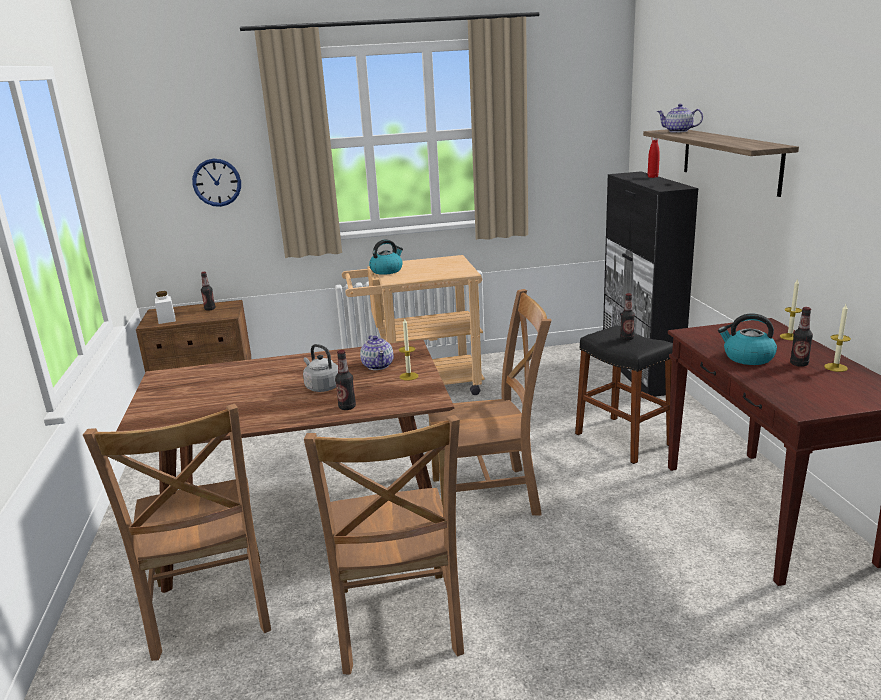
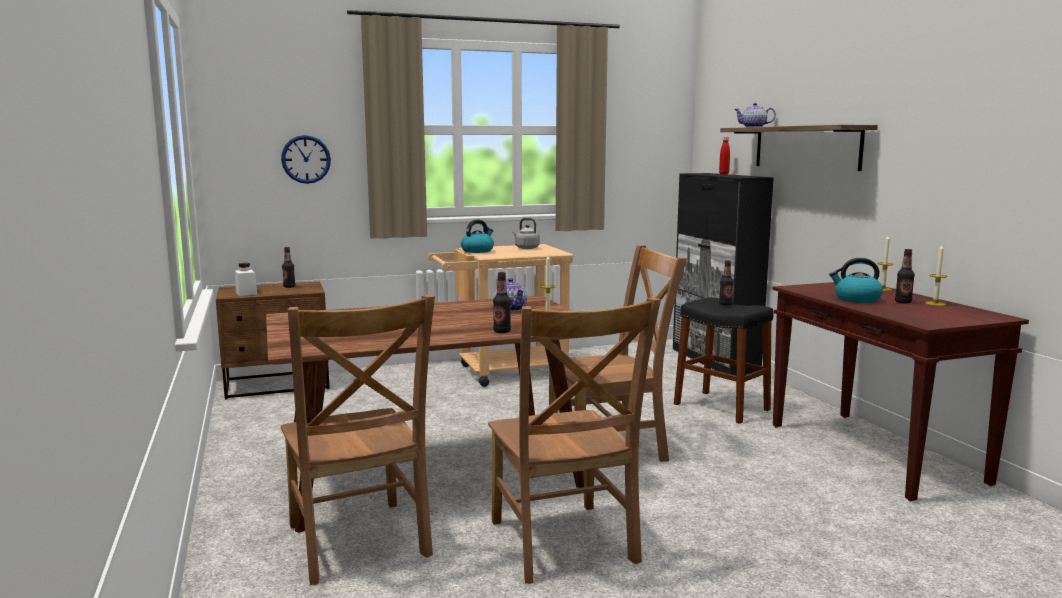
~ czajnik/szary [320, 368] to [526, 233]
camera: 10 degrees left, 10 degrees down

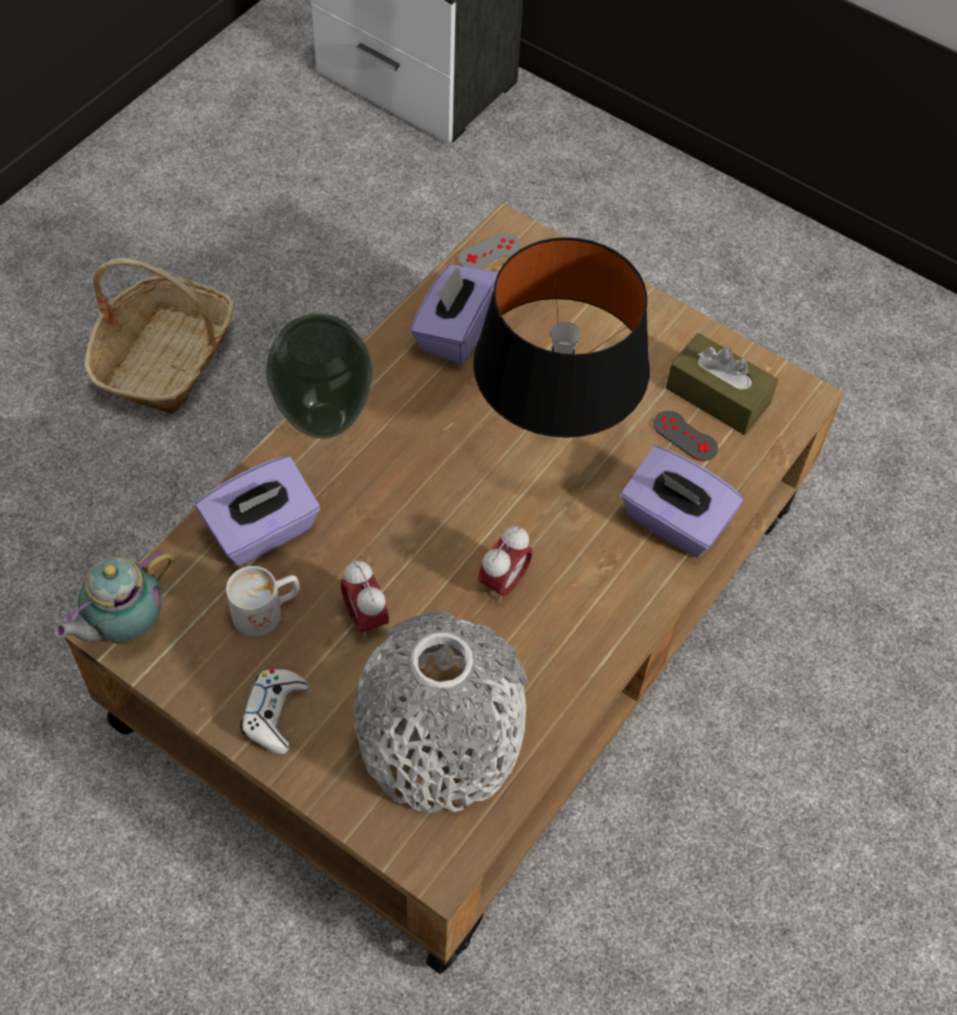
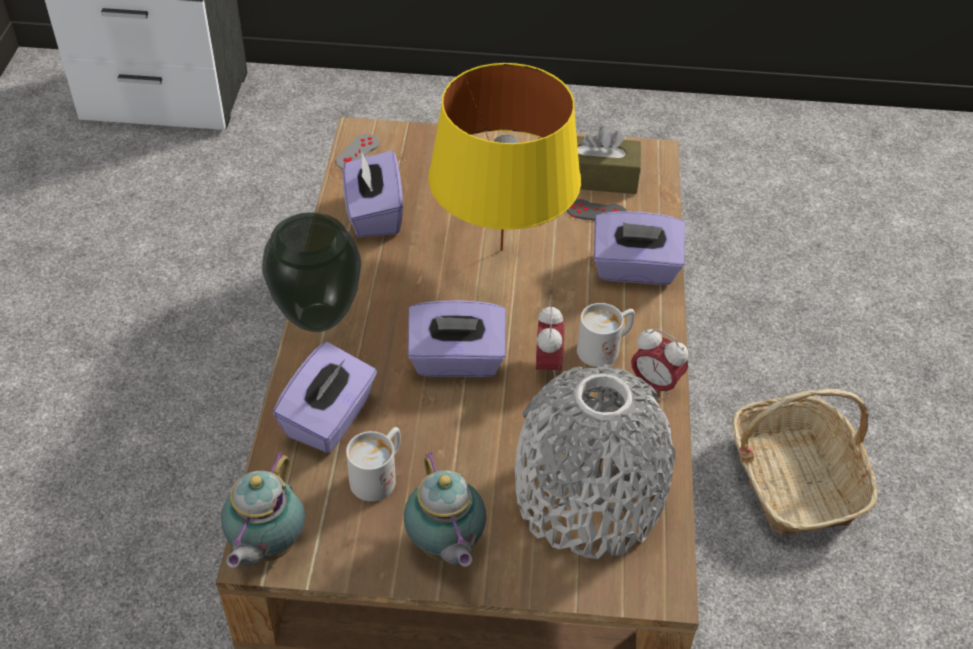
+ pudełko chusteczek/fioletowy [457, 338]
+ kubek/biały [606, 335]
~ koszyk [159, 336] to [804, 462]
~ budzik [365, 600] to [659, 363]
~ pad do gier/biały [274, 711] to imbryk [445, 509]
~ lampa stołowa/czarny [561, 337] to lampa stołowa/żółty [504, 157]
camera: 30 degrees left, 10 degrees down

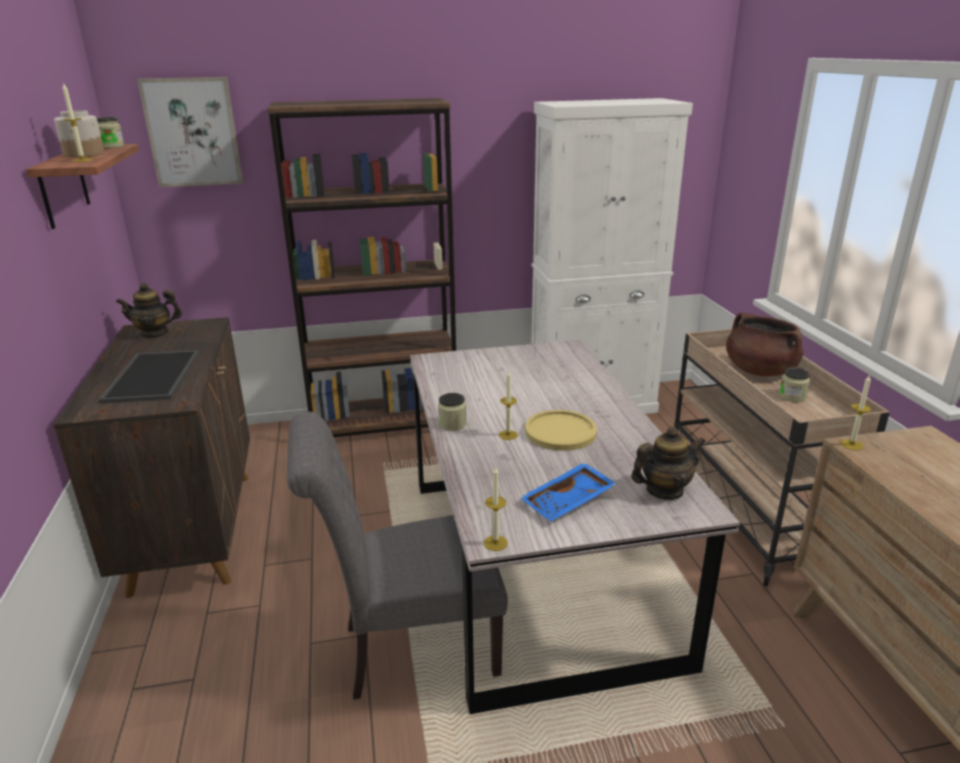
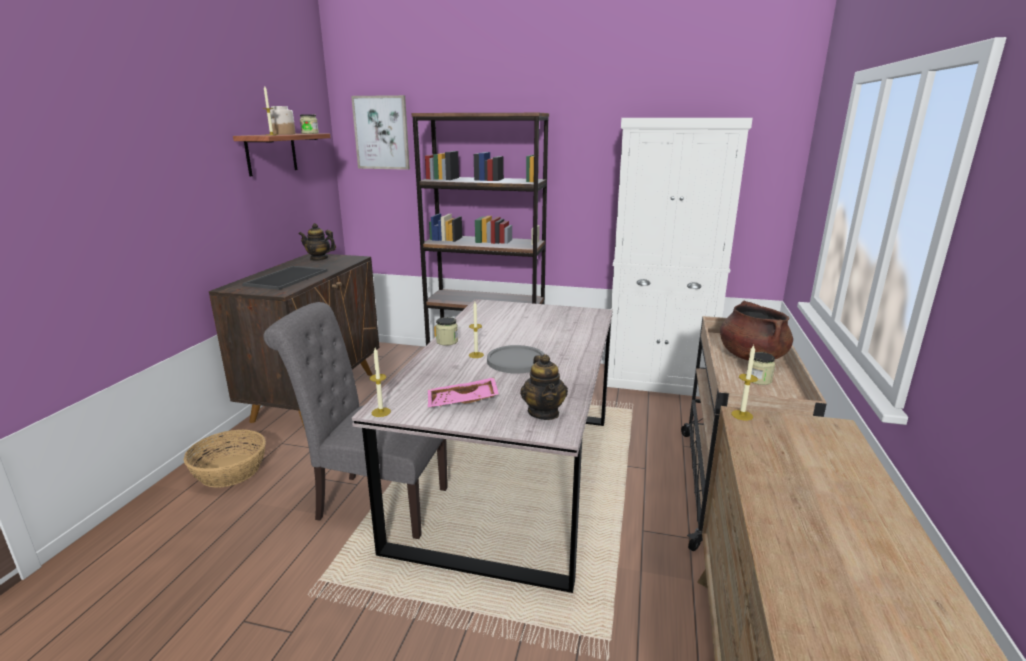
+ koszyk [225, 459]
~ taca/niebieski [568, 492] to taca/różowy [463, 392]
~ talerz/żółty [561, 430] to talerz/szary [515, 359]
~ imbryk [668, 463] = [544, 387] 75 degrees clockwise
camera: 25 degrees right, 5 degrees down

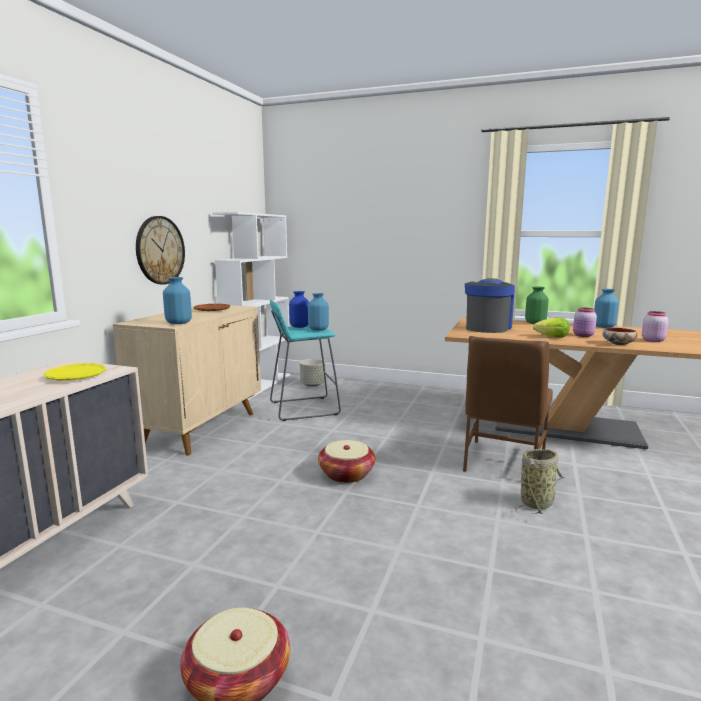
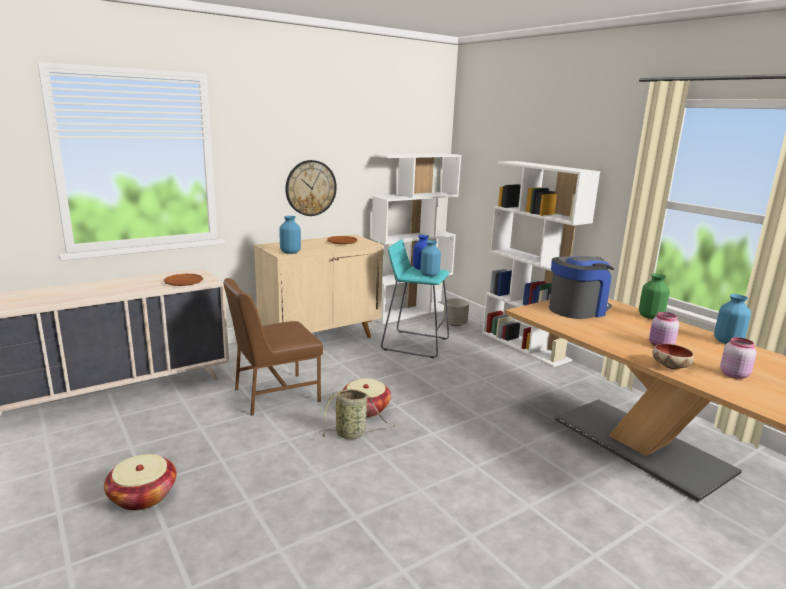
- sałata [551, 328]
+ regał/biały [541, 264]
~ krzesło/brązowy [508, 404] to [273, 347]
~ koszyk [539, 481] to [357, 414]
~ talerz/żółty [75, 372] to talerz/brązowy [183, 280]
camera: 35 degrees right, 5 degrees up

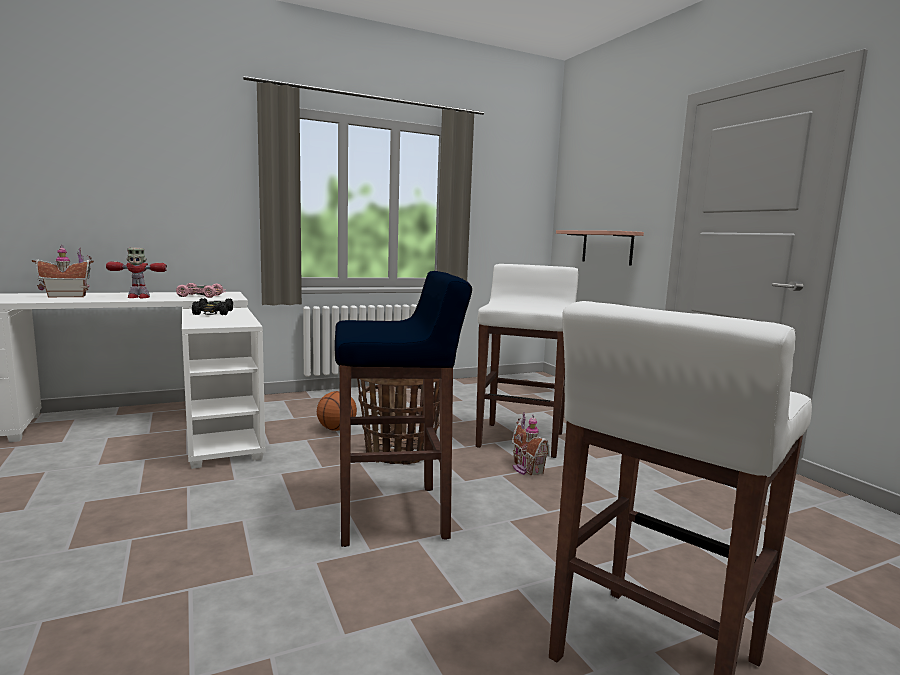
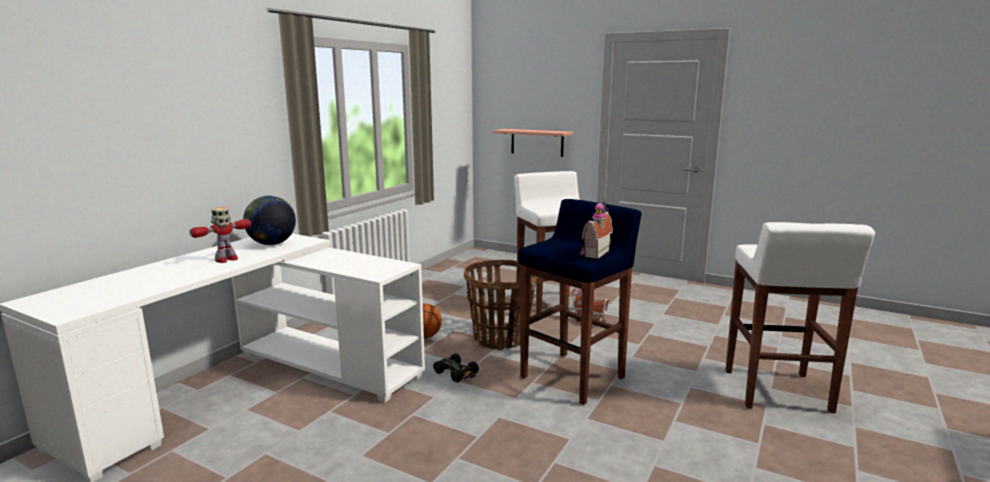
~ domek [63, 271] to [596, 229]
~ samochodzik/czarny [212, 306] to [456, 367]
~ samochodzik/różowy [201, 290] to globus [269, 220]
camera: 35 degrees left, 5 degrees up

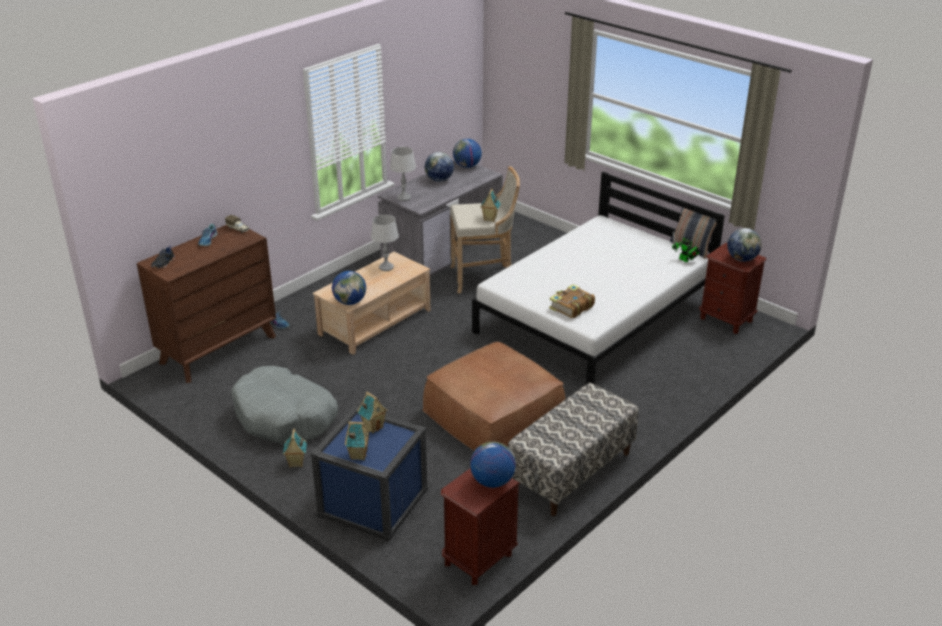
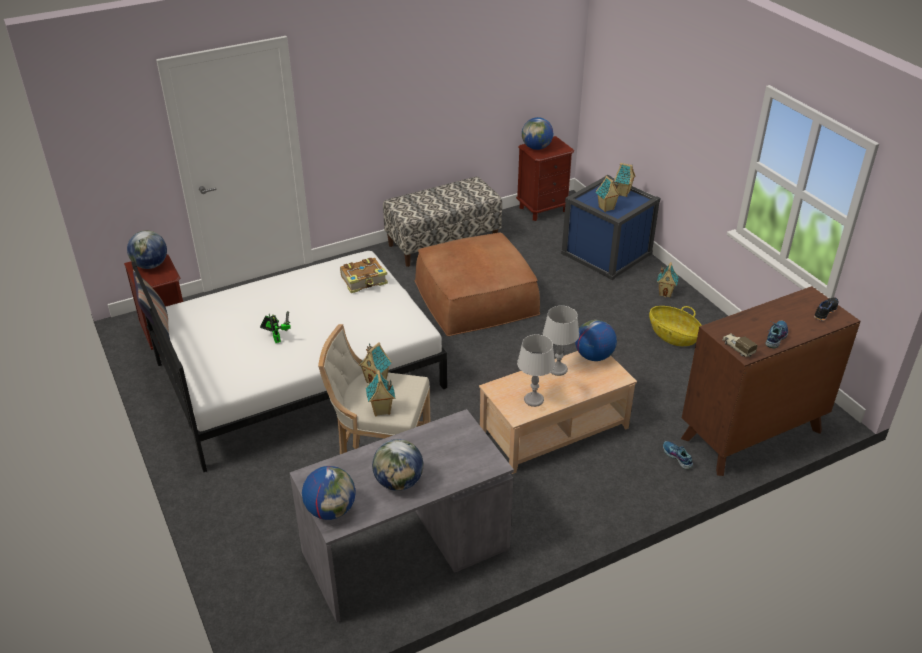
+ domek [380, 392]
~ lampa stołowa/szary [403, 174] to [561, 341]
~ robot zabawkowy [686, 246] to [275, 327]
~ legowisko/szary [284, 405] to koszyk [675, 326]
camera: 160 degrees left, 5 degrees up

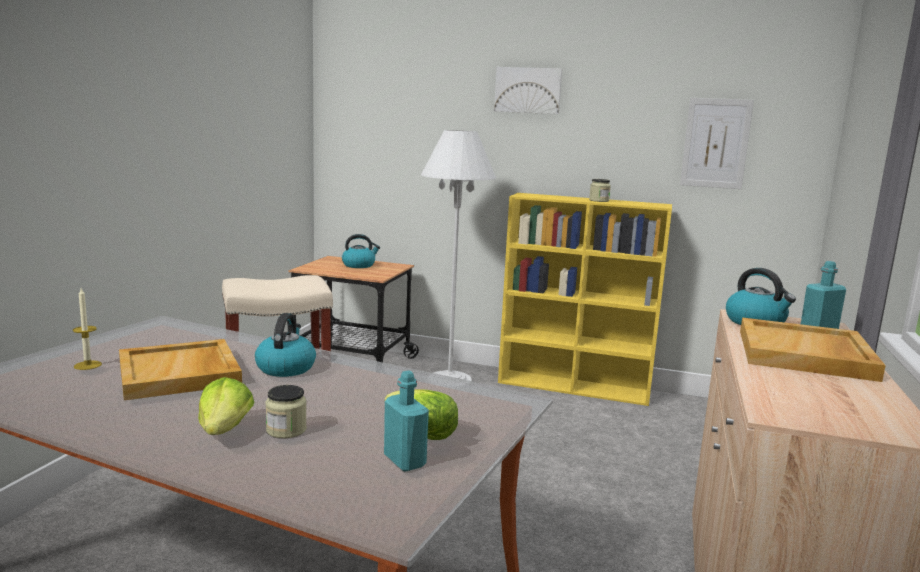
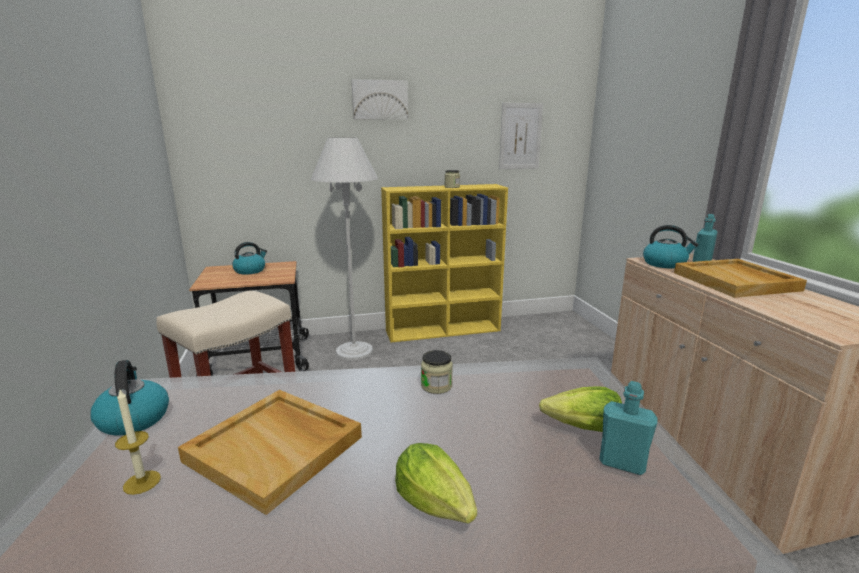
~ czajnik [285, 345] to [130, 398]
~ słoik [286, 411] to [437, 372]
camera: 30 degrees left, 5 degrees up

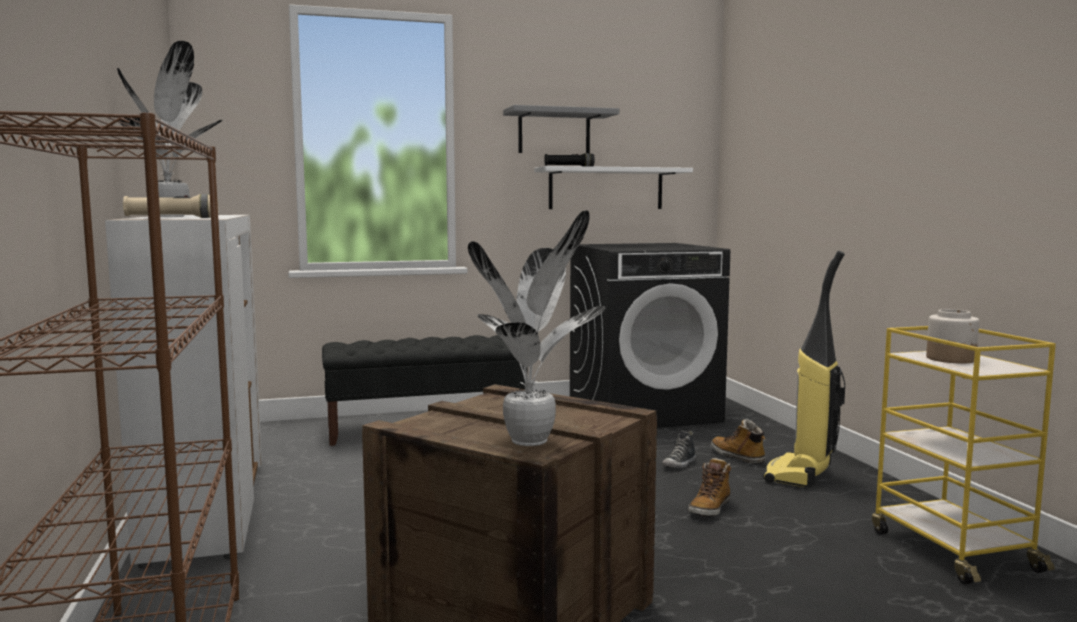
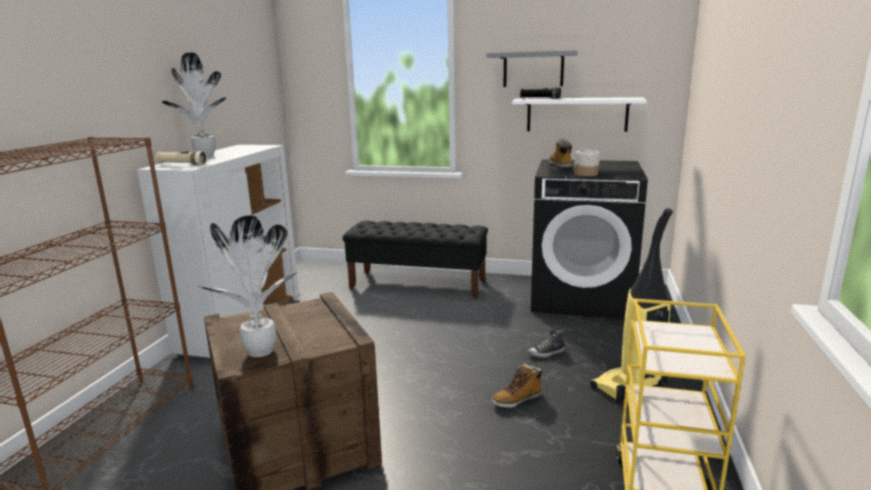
~ but z cholewką [738, 441] to [560, 153]
~ słoik [952, 336] to [587, 161]
camera: 30 degrees right, 10 degrees up

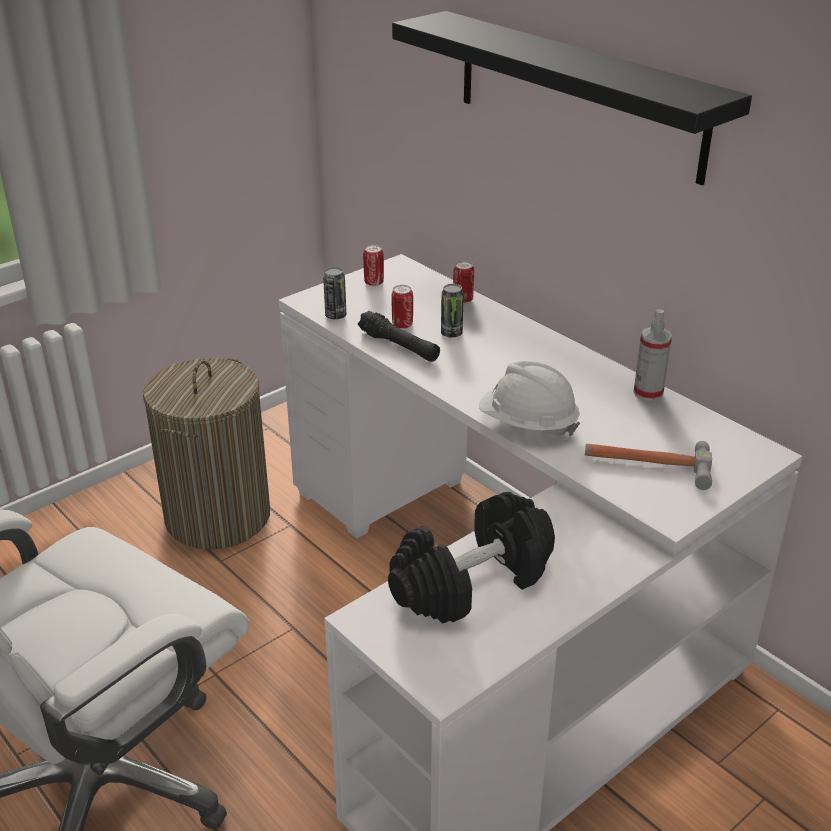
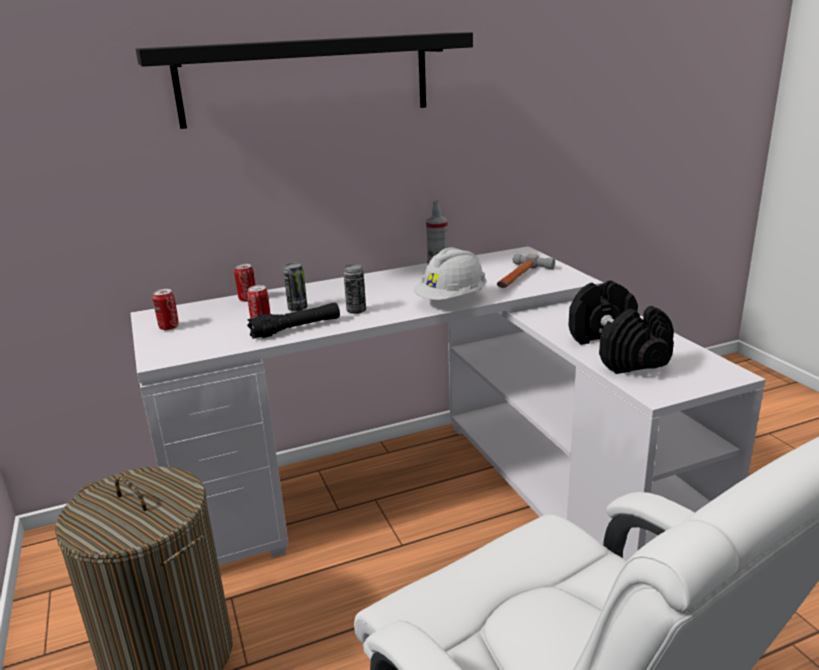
~ puszka [334, 293] to [355, 289]
camera: 70 degrees left, 10 degrees down

